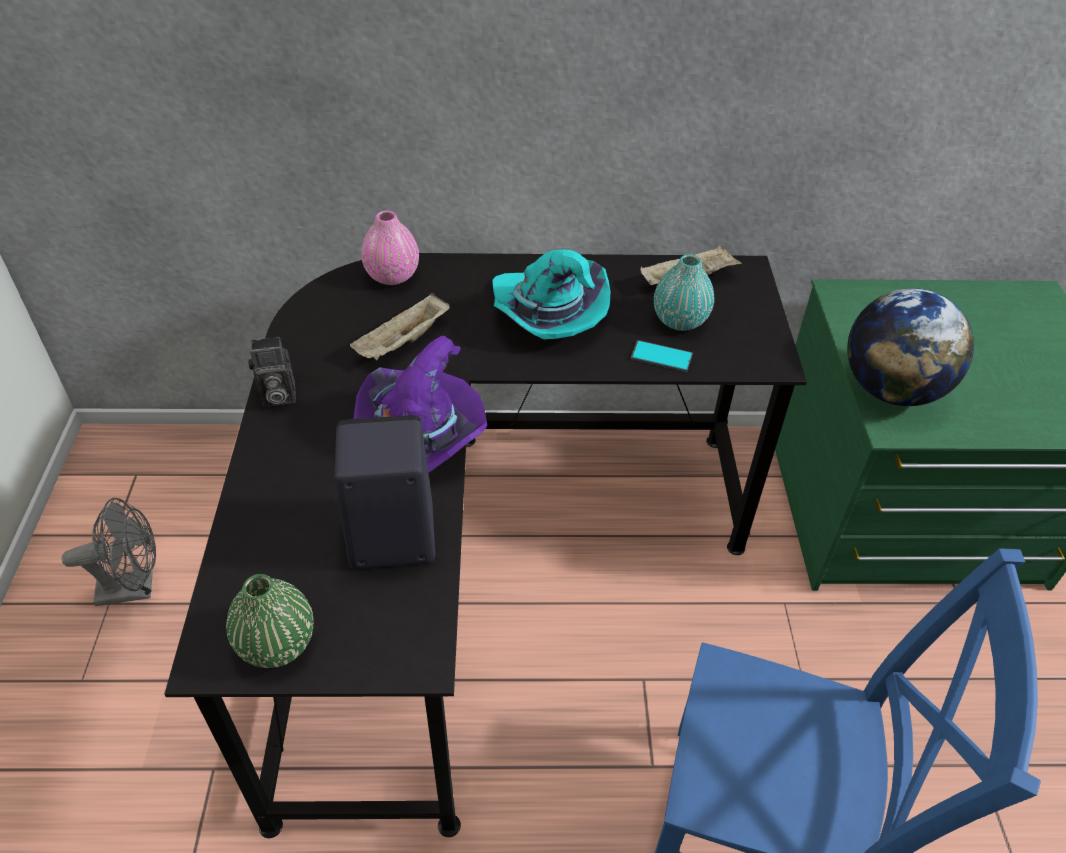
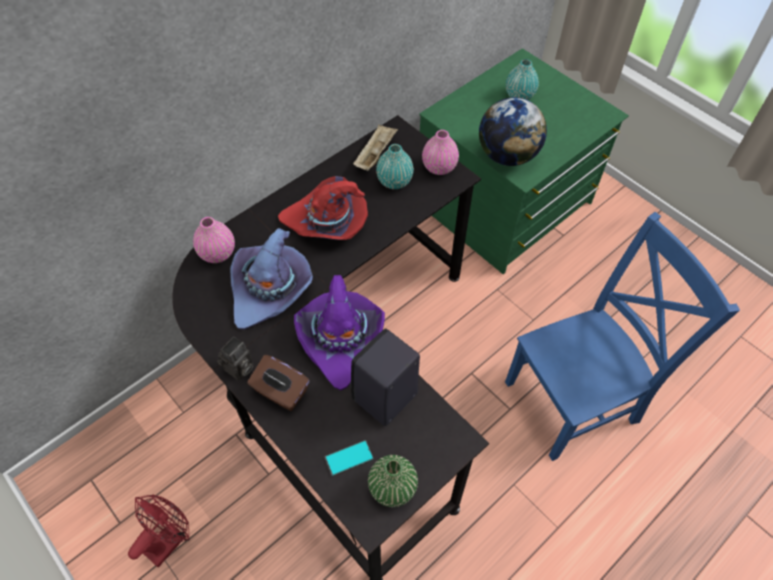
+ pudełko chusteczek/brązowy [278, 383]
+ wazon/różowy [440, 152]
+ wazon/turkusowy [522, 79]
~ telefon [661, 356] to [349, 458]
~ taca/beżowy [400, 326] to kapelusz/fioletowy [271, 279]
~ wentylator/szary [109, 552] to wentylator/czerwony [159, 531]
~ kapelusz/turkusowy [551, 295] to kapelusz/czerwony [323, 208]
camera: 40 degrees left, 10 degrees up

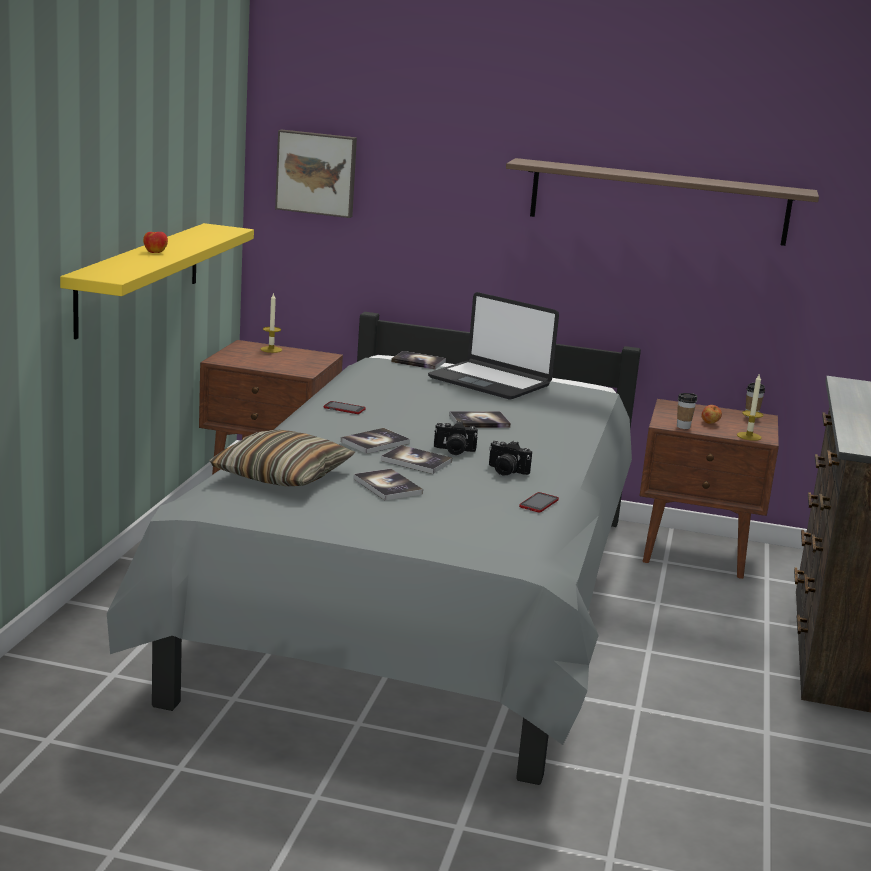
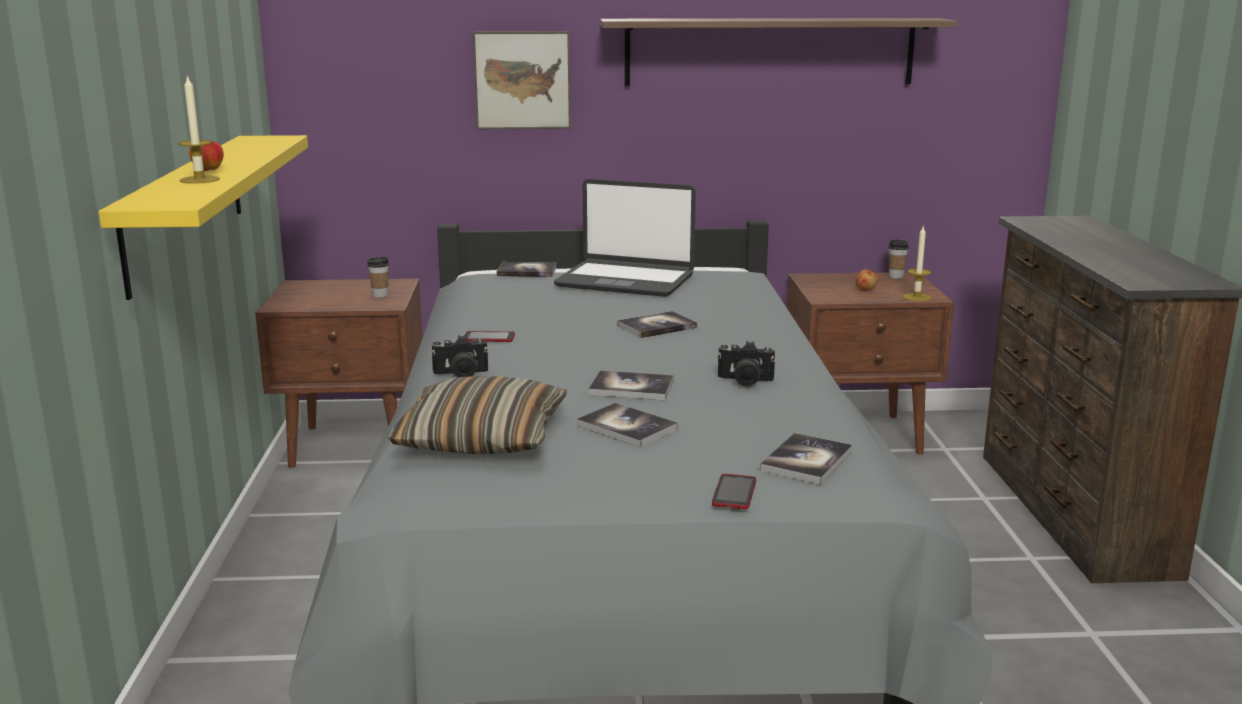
~ świeca [271, 322] to [199, 129]
~ obraz [316, 174] to [522, 80]
~ książka [375, 441] to [806, 459]
~ aparat fotograficzny [456, 438] to [459, 356]
~ telefon [539, 502] to [734, 491]
~ filiżanka [687, 411] to [378, 277]
camera: 15 degrees left, 0 degrees up

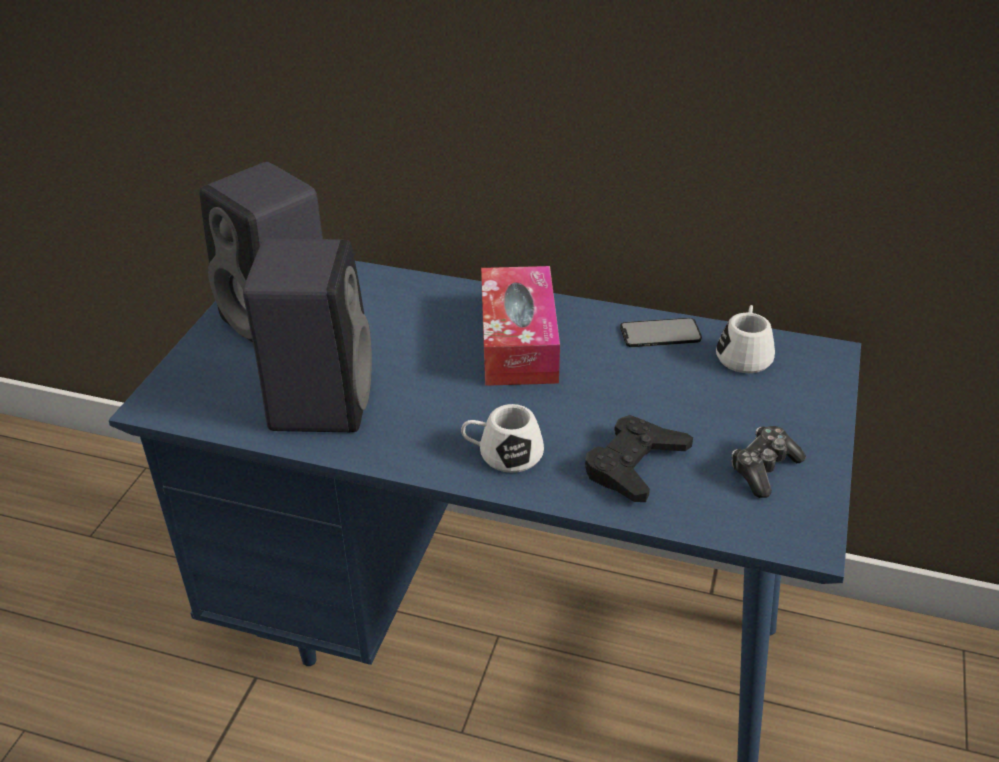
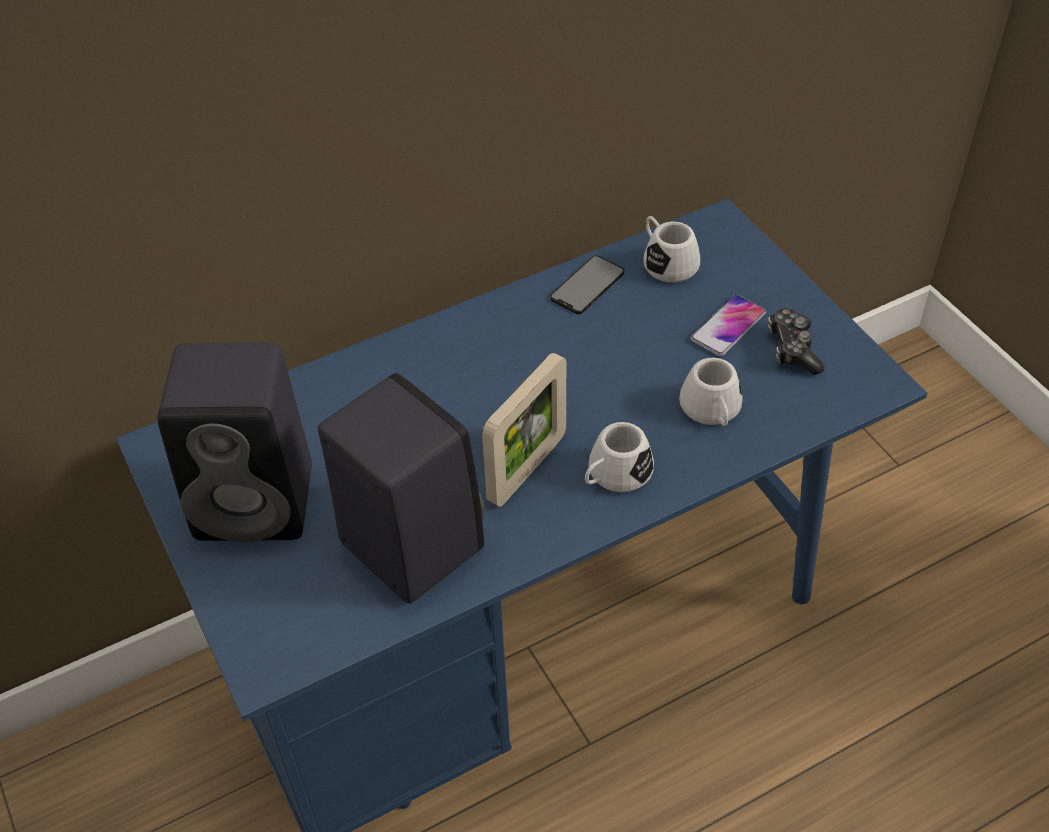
- pudełko chusteczek [520, 326]
+ ramka na zdjęcie [524, 430]
+ telefon [728, 325]
~ pad do gier/czarny [639, 458] to kubek/biały [711, 392]
camera: 45 degrees left, 10 degrees up

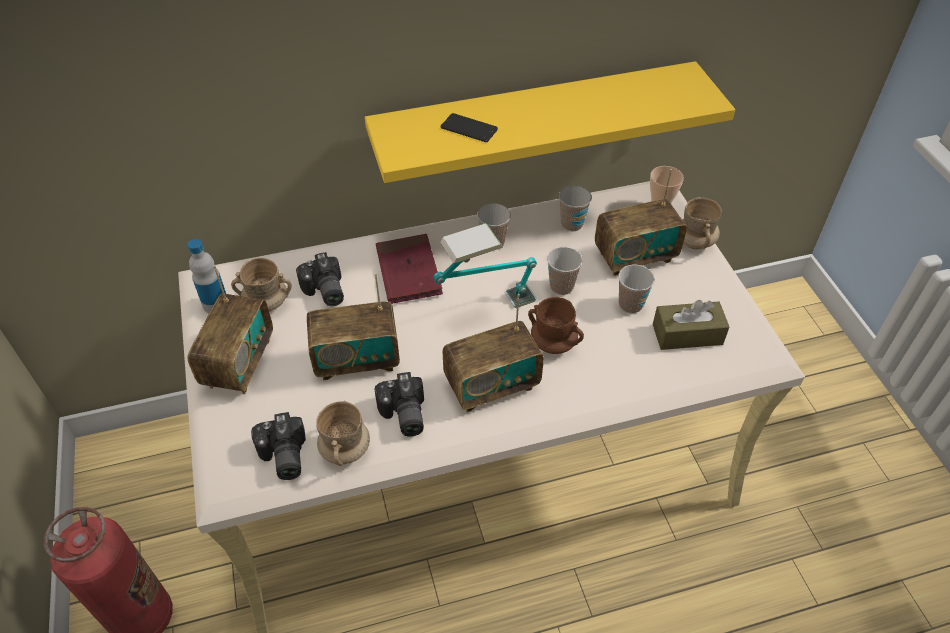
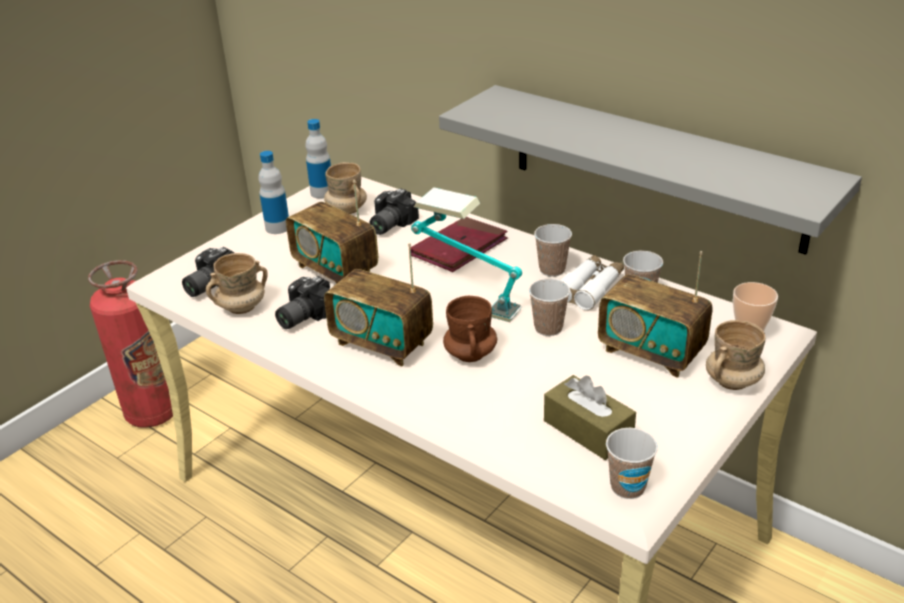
- telefon [469, 127]
+ lornetka/biały [592, 282]
~ filiżanka [636, 289] to [632, 463]
~ radio [230, 329] to butelka [273, 192]
~ półka/żółty [550, 122] to półka/szary [650, 170]
camera: 55 degrees right, 15 degrees down

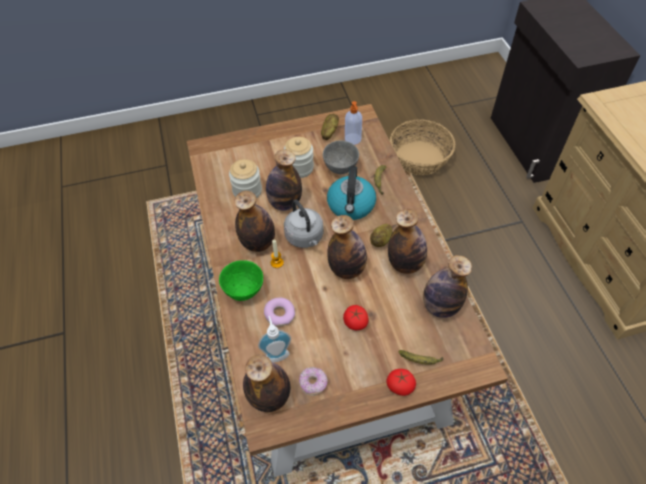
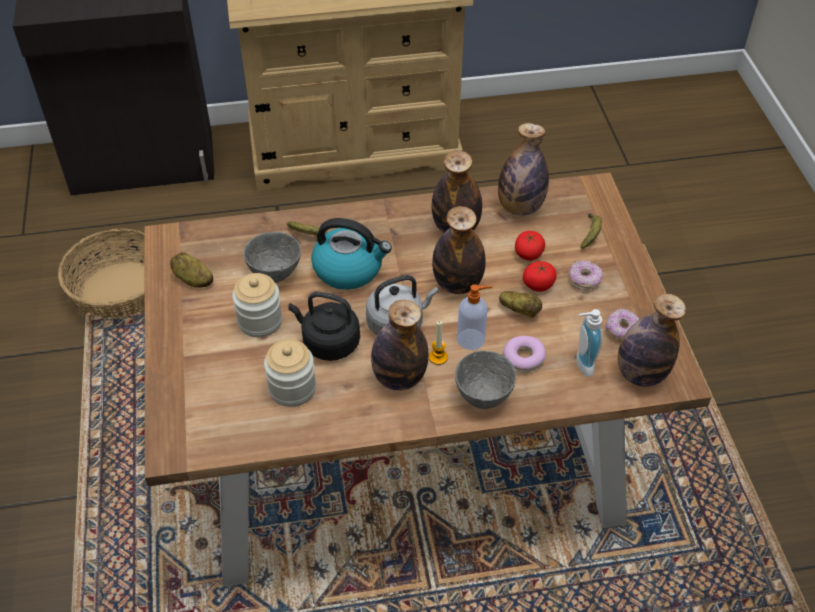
+ donut [586, 275]
~ dozownik mydła [353, 123] to [474, 317]
~ ziemniak [381, 235] to [520, 304]
~ pomidor [401, 382] to [530, 245]
~ butelka [284, 180] to czajnik/czarny [324, 326]
~ miska/zielony [241, 280] to miska/szary [485, 380]
camera: 85 degrees left, 5 degrees down

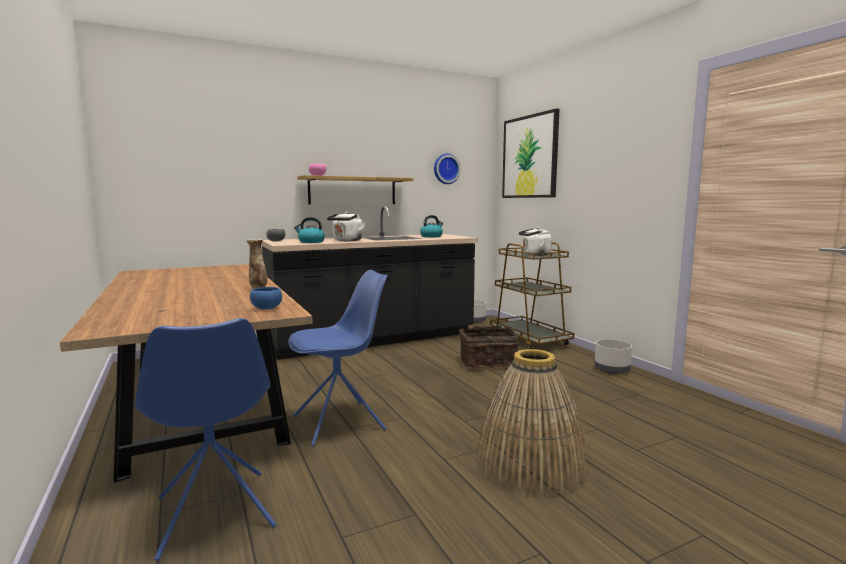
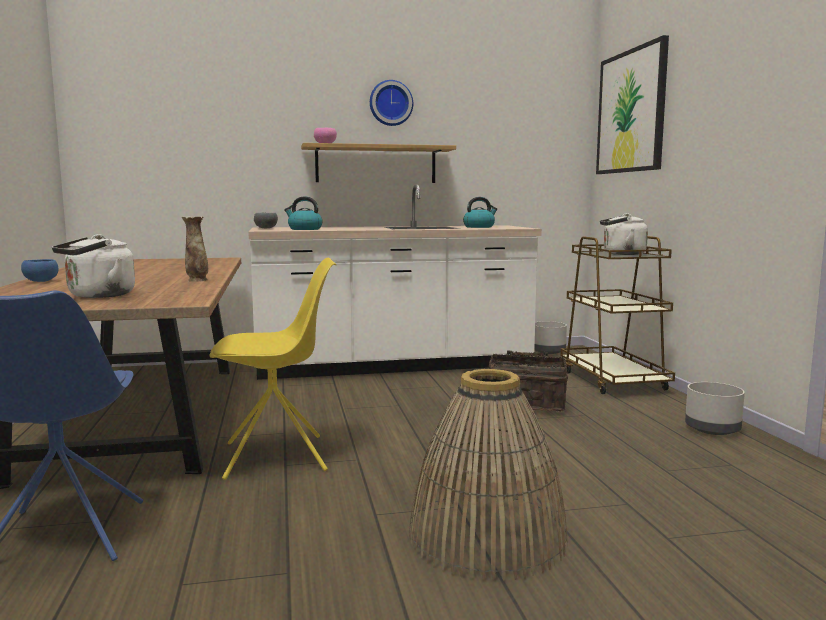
~ miska/niebieski [266, 298] to [39, 270]
~ czajnik/biały [346, 226] to [93, 266]
~ zegar ścienny [447, 169] to [391, 103]
~ zabudowa kuchenna/czarny [369, 283] to zabudowa kuchenna/biały [395, 282]
~ krzesło/niebieski [338, 358] to krzesło/żółty [273, 369]
camera: 15 degrees right, 0 degrees up

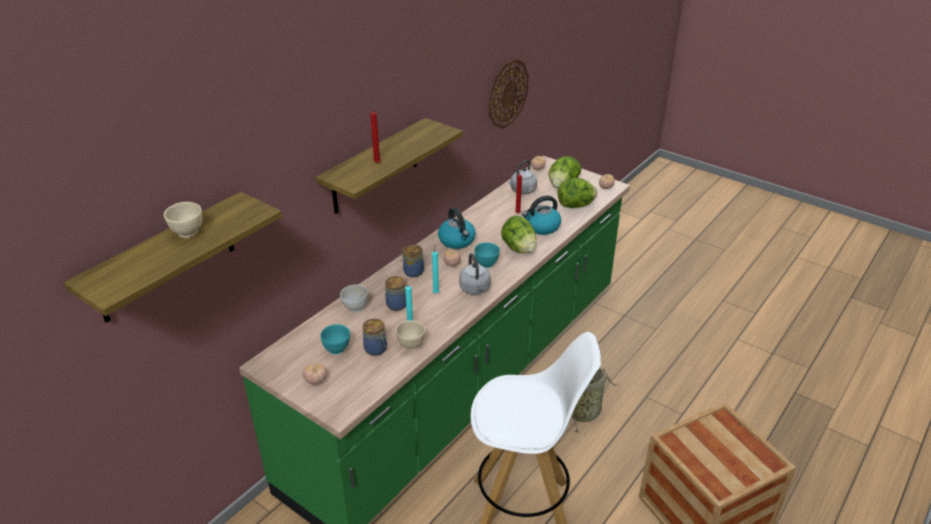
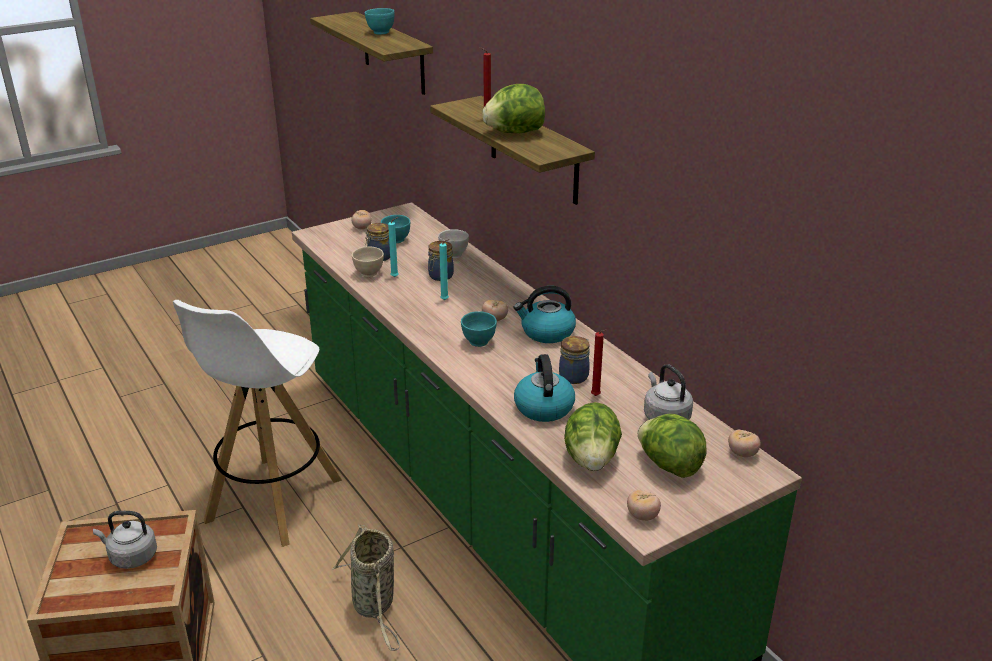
- zegar ścienny [508, 94]
~ słoik [412, 261] to [574, 360]
~ czajnik/szary [475, 273] to [125, 540]
~ sałata [519, 234] to [513, 108]
~ miska/beżowy [183, 220] to miska/turkusowy [380, 21]
camera: 110 degrees right, 5 degrees down

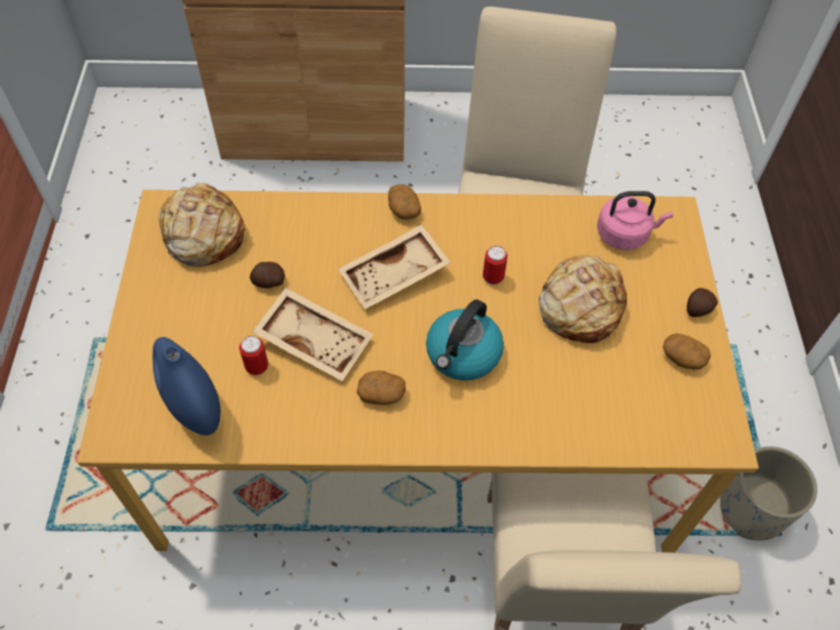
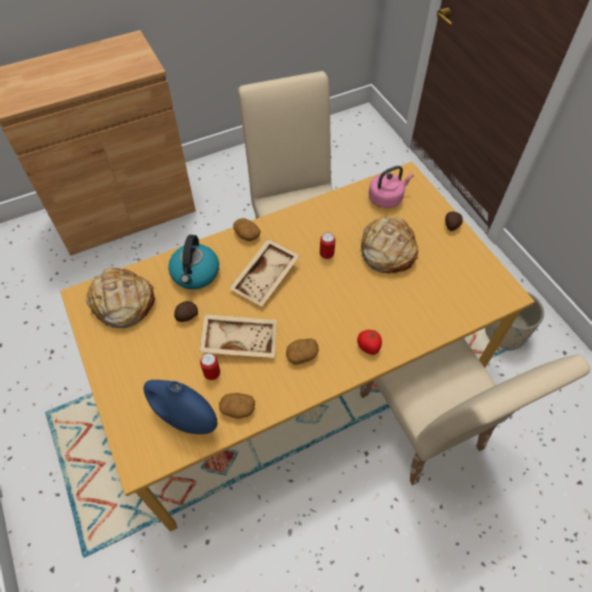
+ pomidor [369, 342]
~ czajnik [465, 340] to [193, 262]
~ ziemniak [687, 351] to [237, 406]
camera: 25 degrees left, 0 degrees up

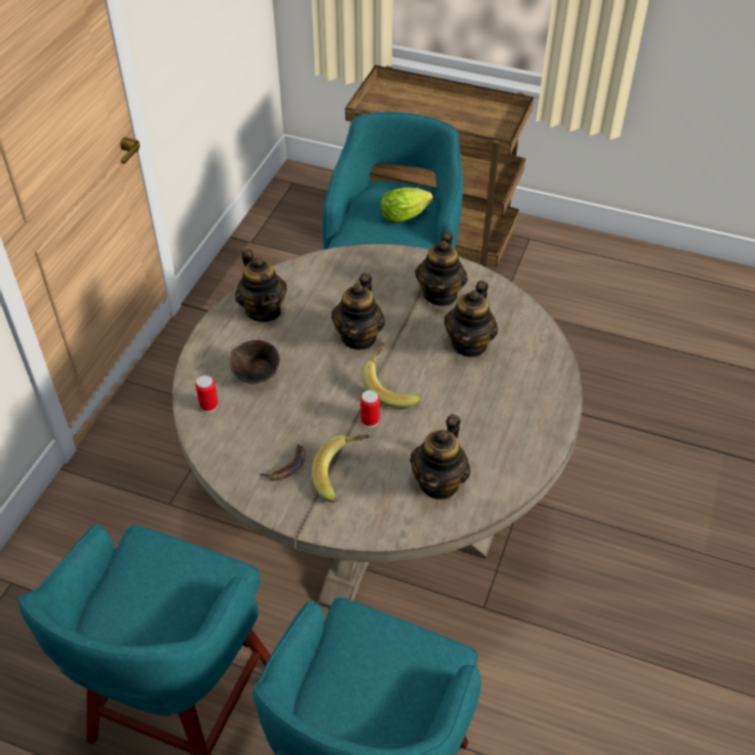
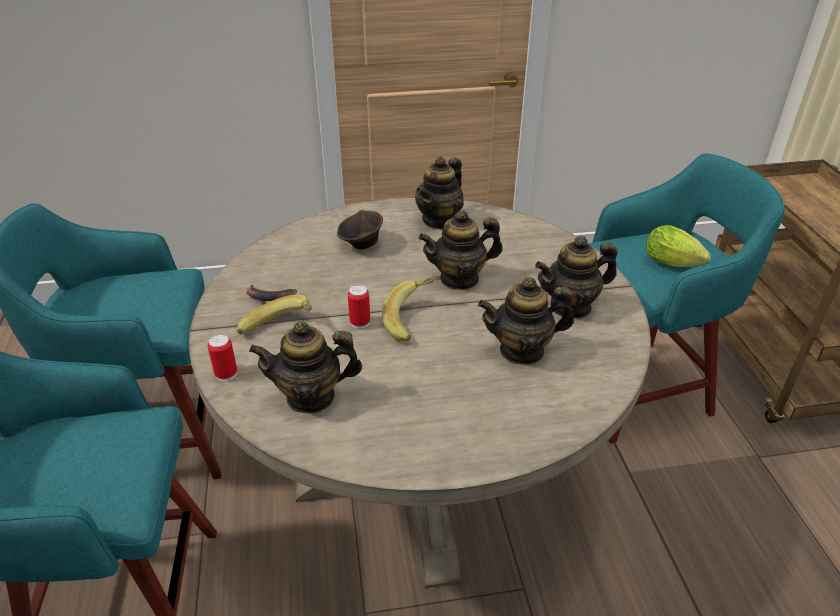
~ puszka [206, 393] to [222, 357]
camera: 60 degrees right, 10 degrees down

